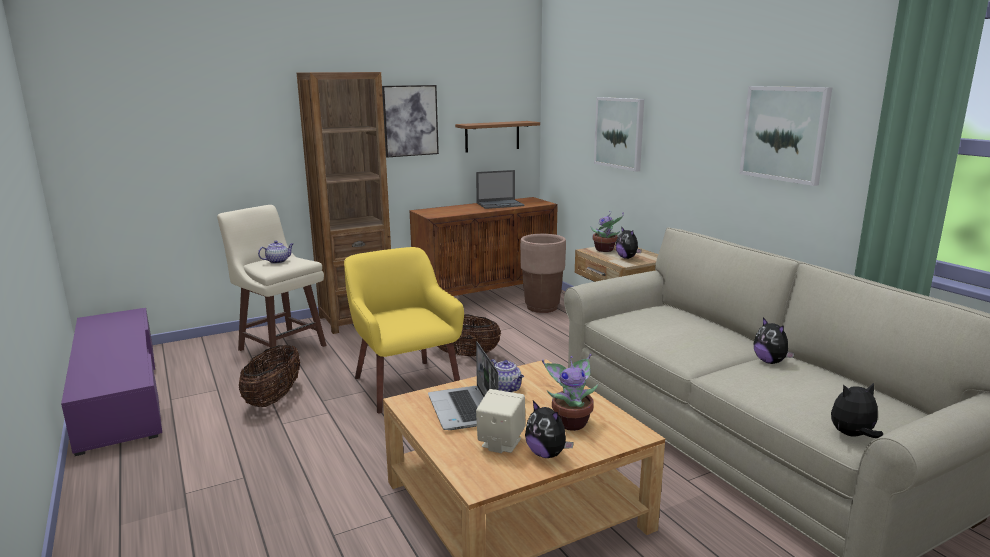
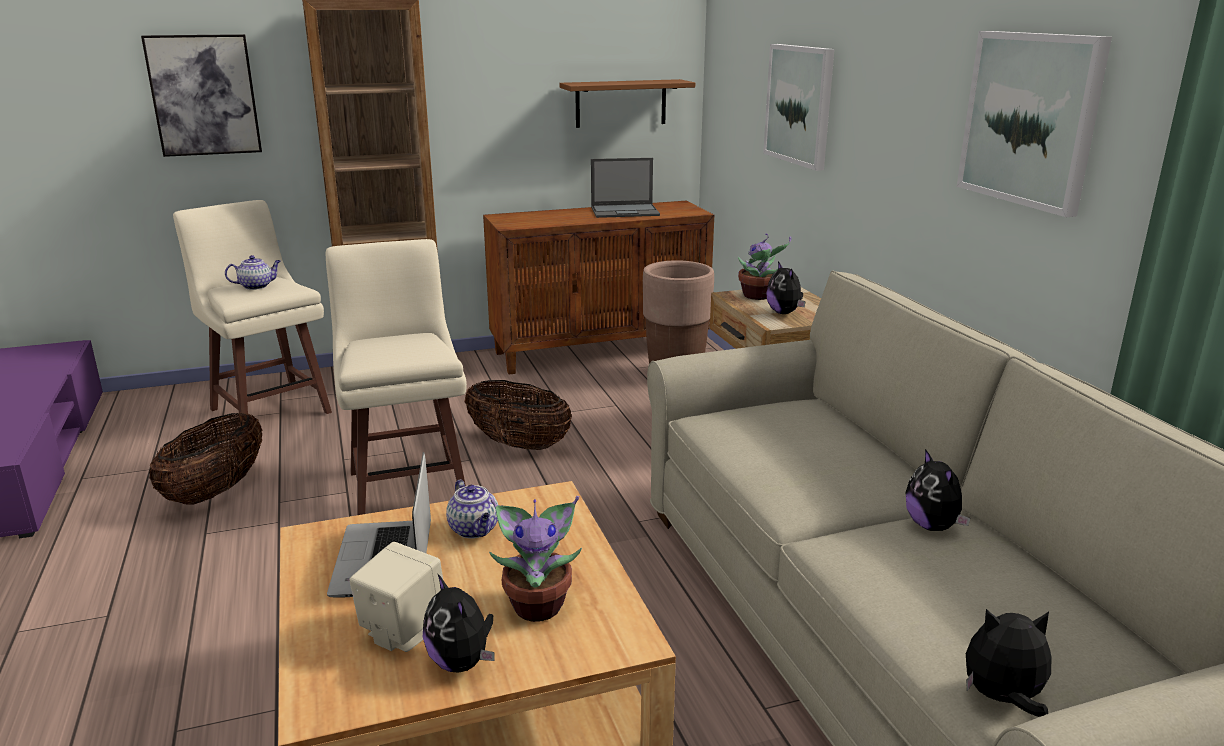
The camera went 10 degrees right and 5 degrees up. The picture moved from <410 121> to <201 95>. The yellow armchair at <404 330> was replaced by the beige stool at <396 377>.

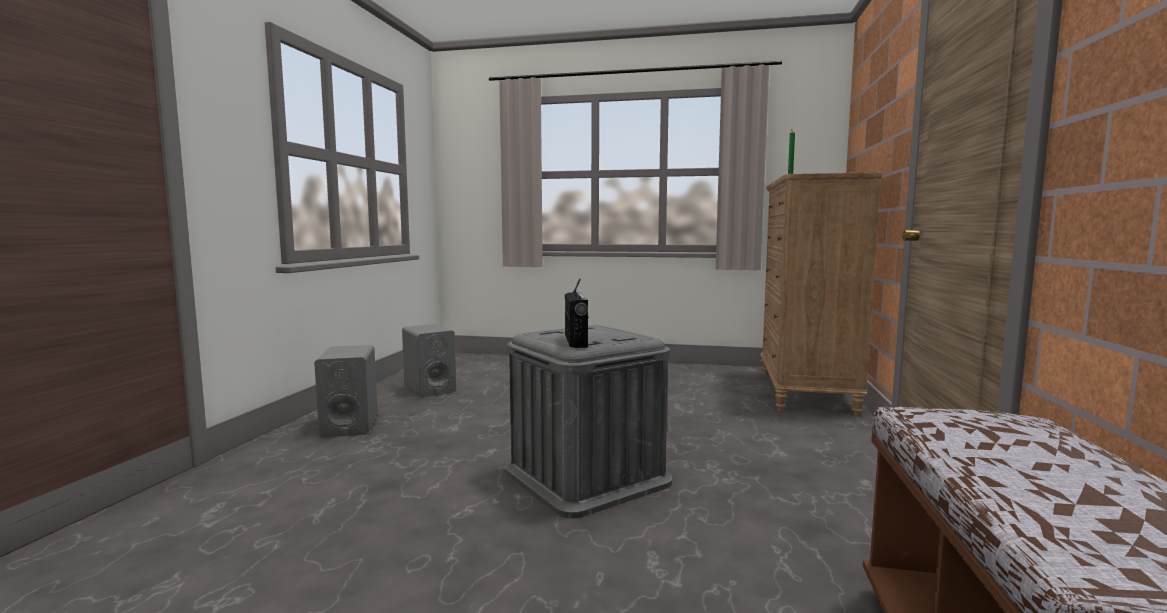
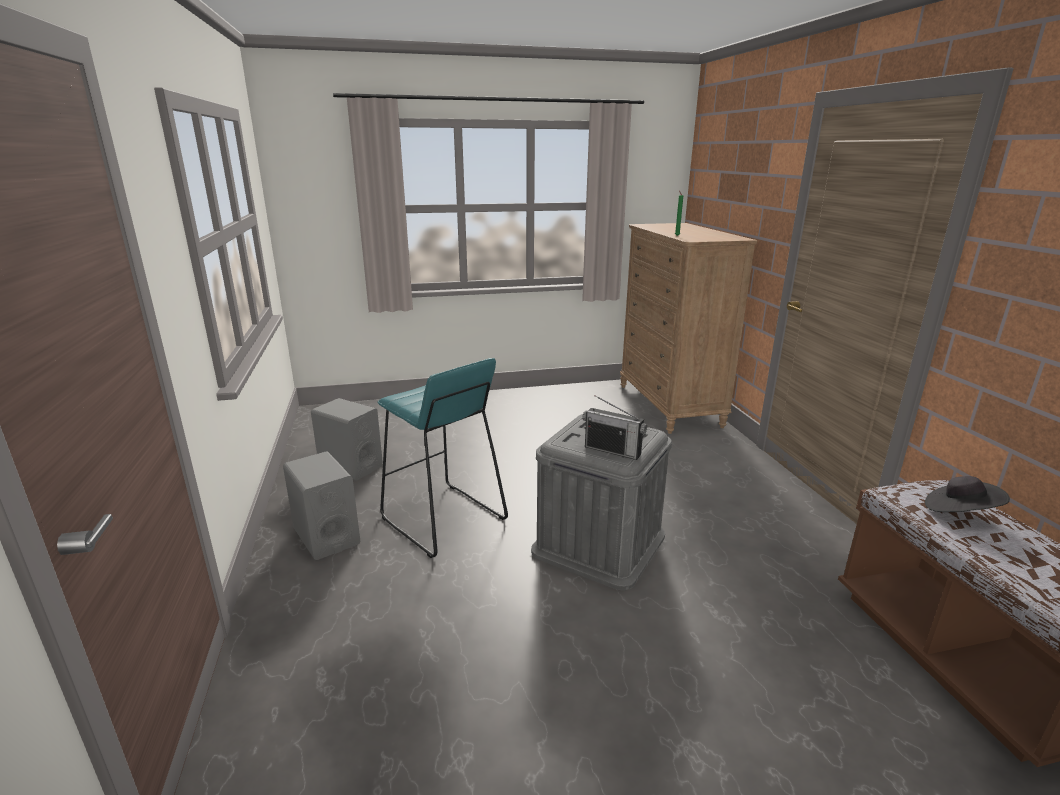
The camera went 25 degrees left and 15 degrees up. The radio at <577 313> turned 150 degrees clockwise. The turquoise stool at <442 458> appeared. The black hat at <967 494> appeared.

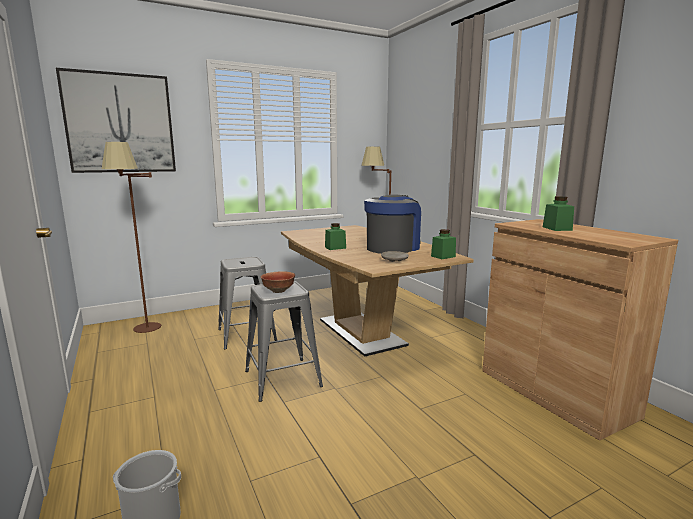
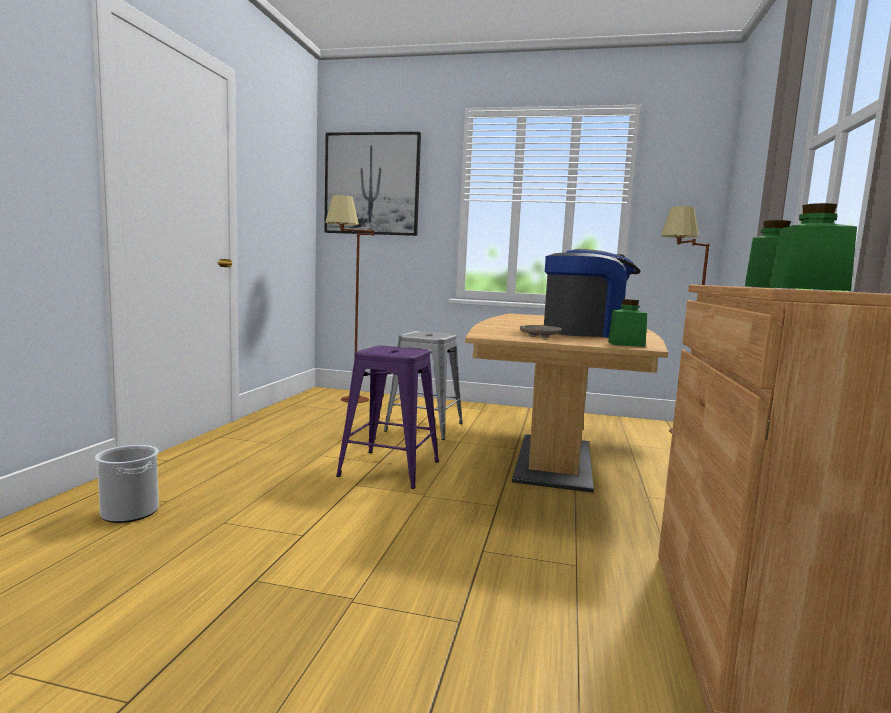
The camera went 40 degrees right and 5 degrees down. The green jar moved from <335 236> to <813 247>. The bowl at <278 282> disappeared. The grey stool at <284 341> became the purple stool at <387 417>.

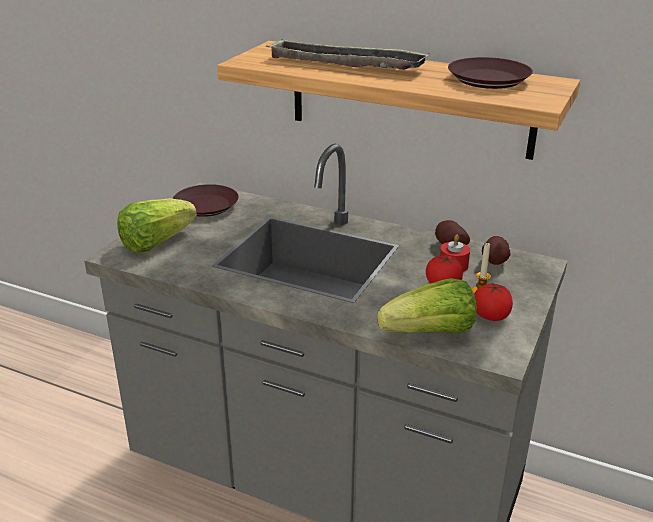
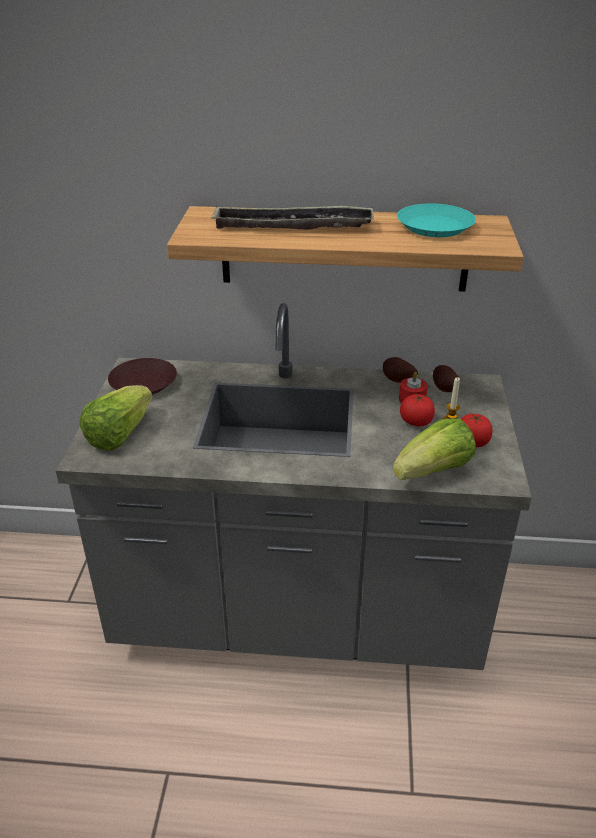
The camera went 20 degrees left and 5 degrees up. The brown plate at <490 73> became the turquoise plate at <436 220>.

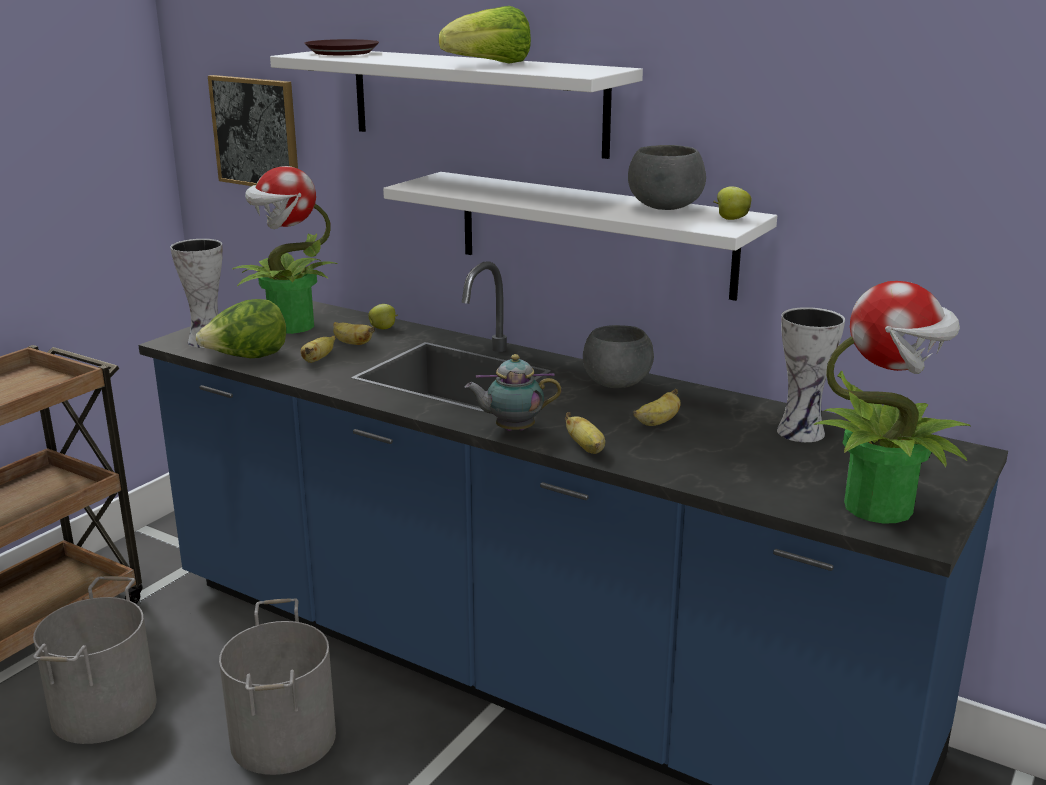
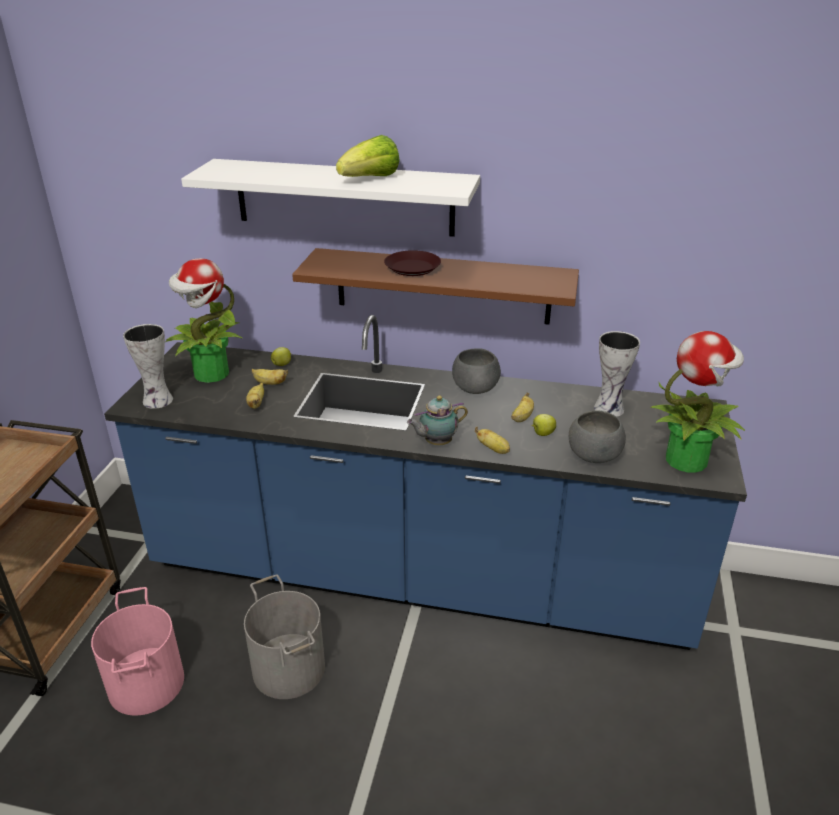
The camera went 20 degrees left and 10 degrees up. The brown plate moved from <341 47> to <412 263>. The picture at <253 130> disappeared. The grey bowl moved from <667 177> to <597 436>. The white shelf at <580 236> became the brown shelf at <435 286>. The apple moved from <732 203> to <543 425>. The lettuce at <241 328> disappeared. The grey bucket at <95 660> became the pink bucket at <137 651>.

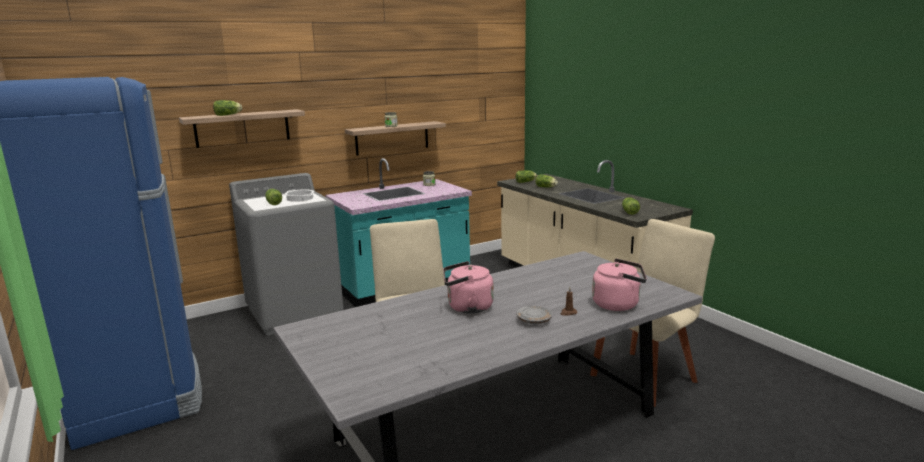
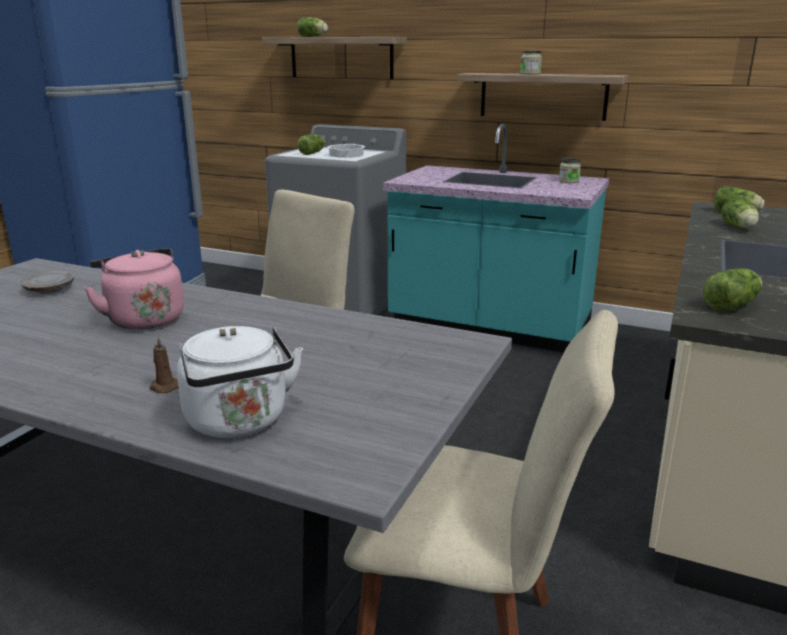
The camera went 55 degrees right and 5 degrees up. The pink kettle at <619 285> became the white kettle at <240 382>. The grey plate moved from <534 315> to <47 282>.

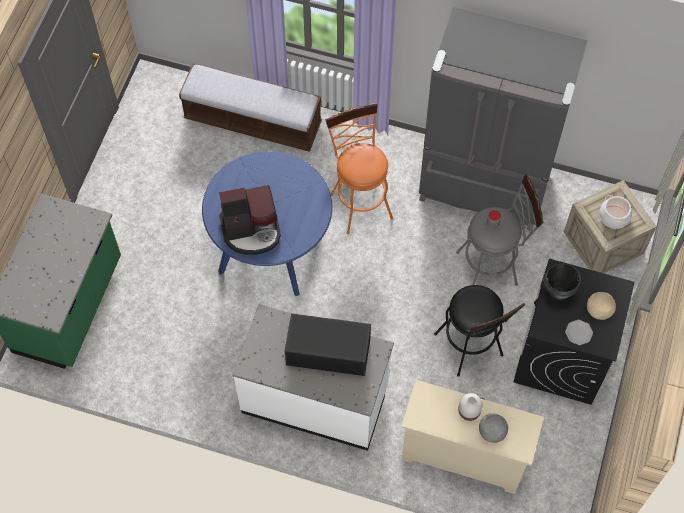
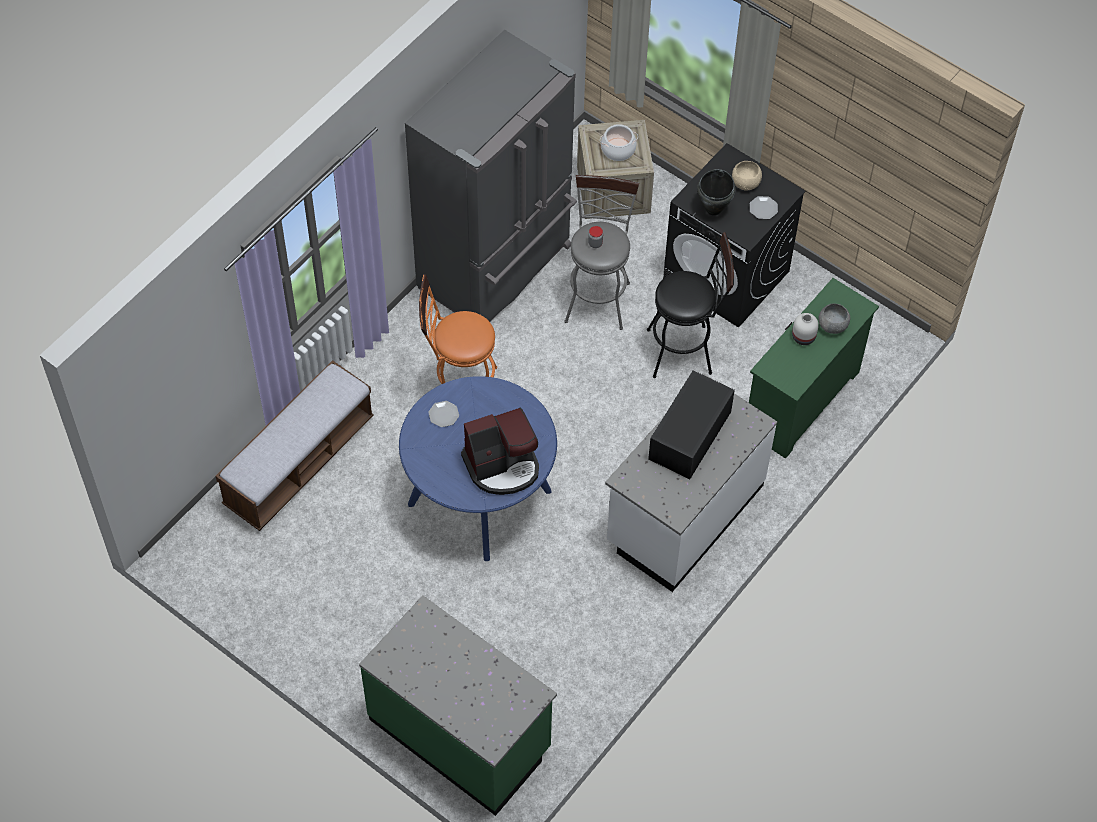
The camera went 70 degrees left and 5 degrees down. The coffee machine at <250 220> turned 60 degrees clockwise. The beige dresser at <472 437> became the green dresser at <814 368>. The plate at <443 414> appeared.

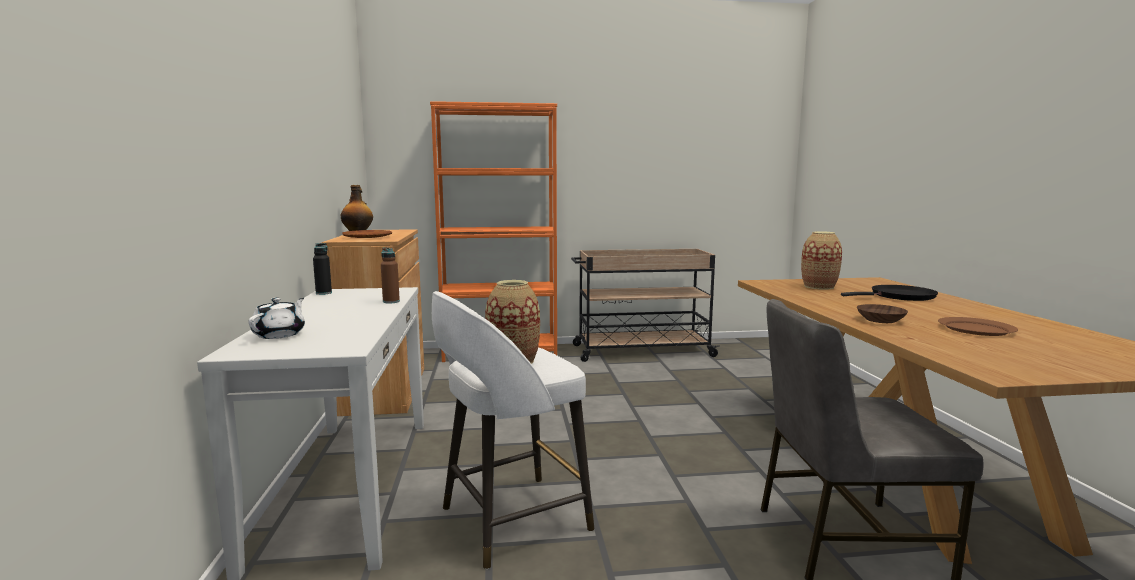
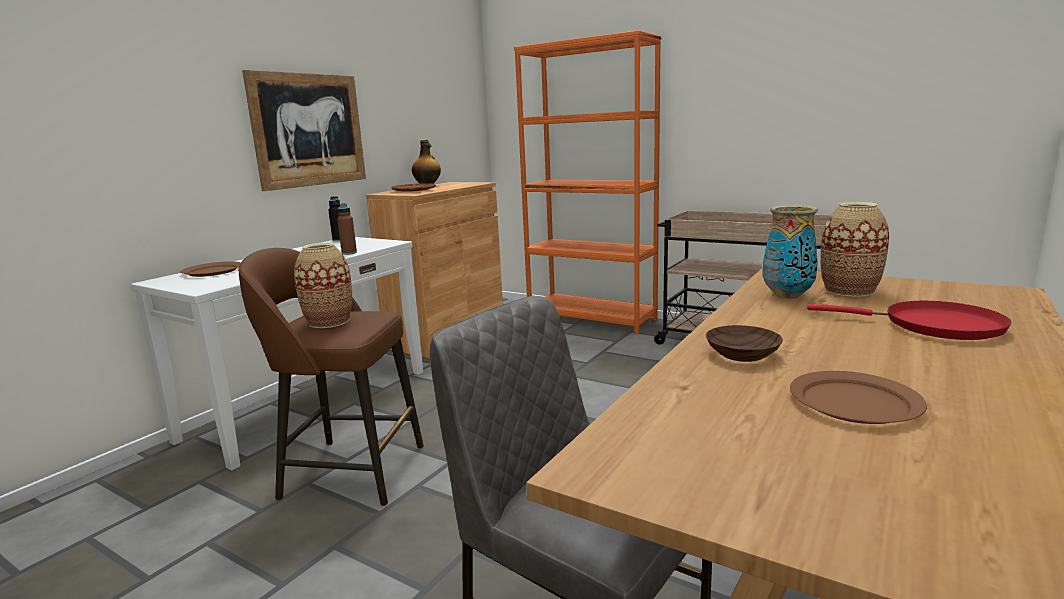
The camera went 40 degrees right and 5 degrees up. The black frying pan at <889 293> became the red frying pan at <909 320>. The white stool at <513 430> became the brown stool at <331 377>. The white teapot at <276 318> was replaced by the brown plate at <211 269>. The picture at <304 130> appeared. The vase at <790 252> appeared.

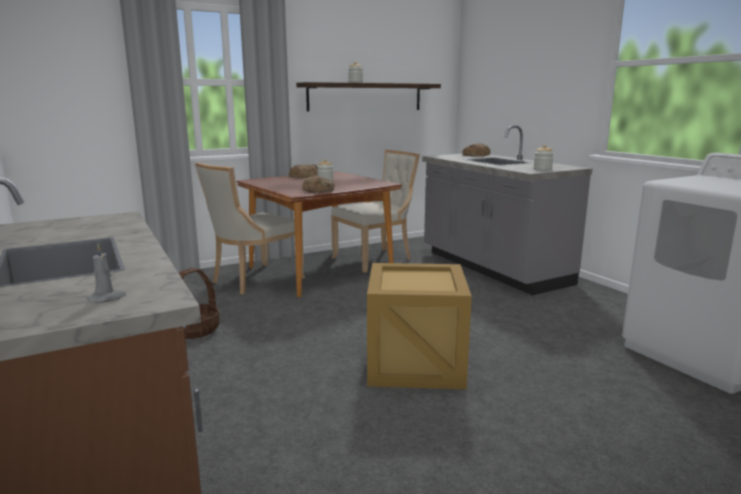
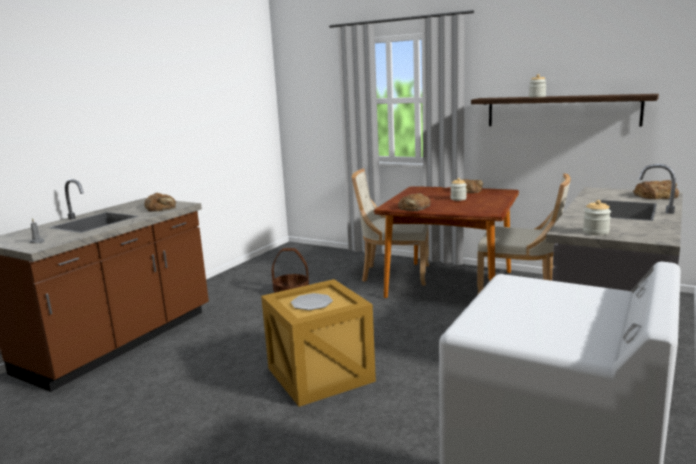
The camera went 60 degrees right and 0 degrees up. The bread at <160 202> appeared. The plate at <312 301> appeared.

